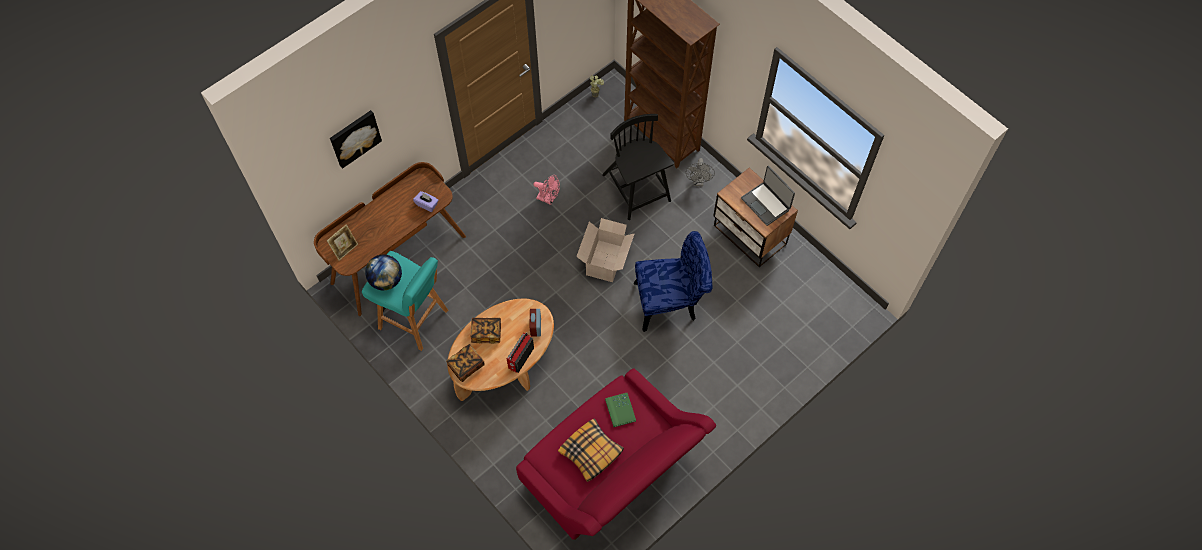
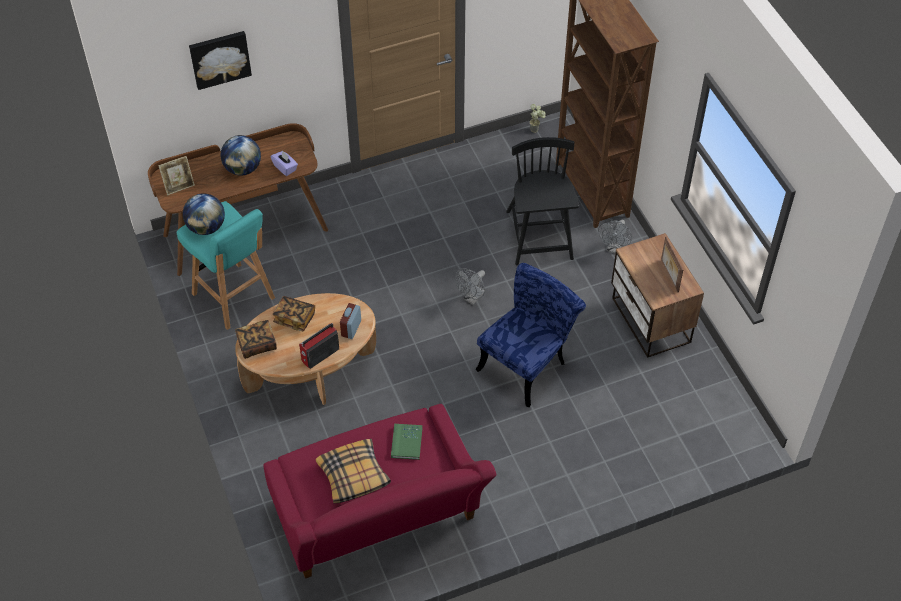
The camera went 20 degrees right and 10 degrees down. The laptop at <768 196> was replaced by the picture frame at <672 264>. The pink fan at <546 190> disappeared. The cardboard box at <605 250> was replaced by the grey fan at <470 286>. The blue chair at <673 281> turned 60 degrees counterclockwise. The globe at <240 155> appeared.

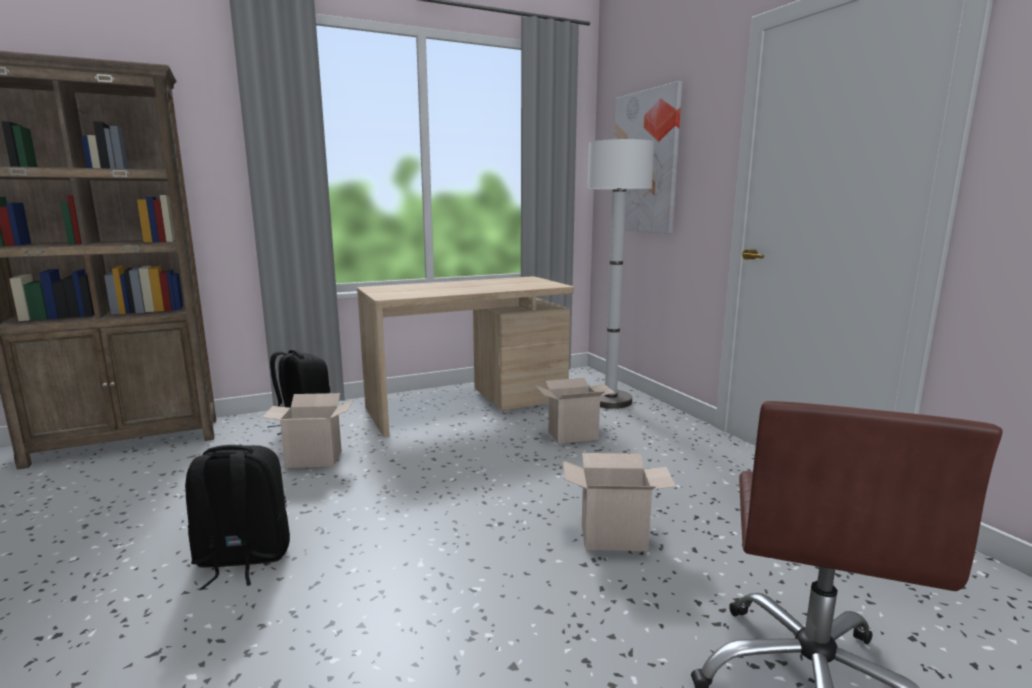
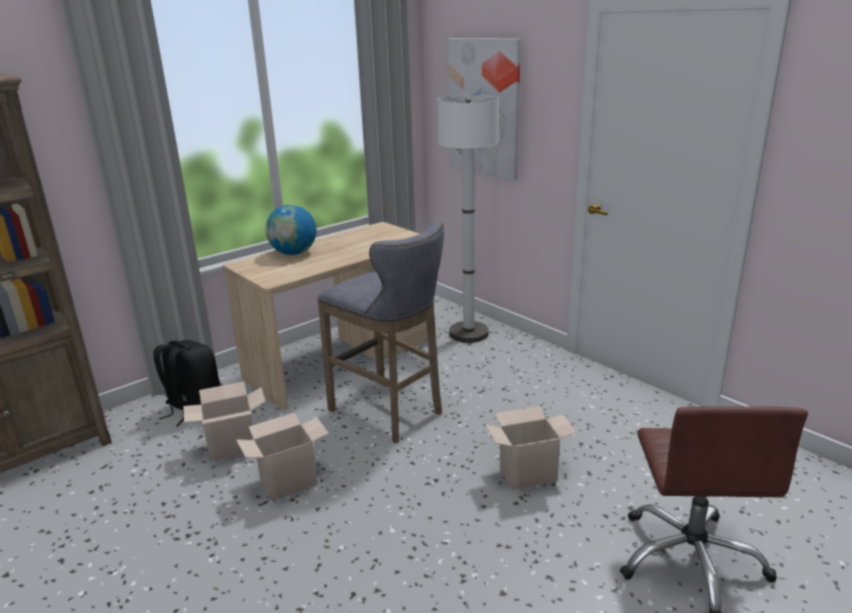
The camera went 15 degrees left and 10 degrees up. The cardboard box moved from <575 411> to <282 456>. The black backpack at <237 517> disappeared. The globe at <290 230> appeared. The grey stool at <380 331> appeared.

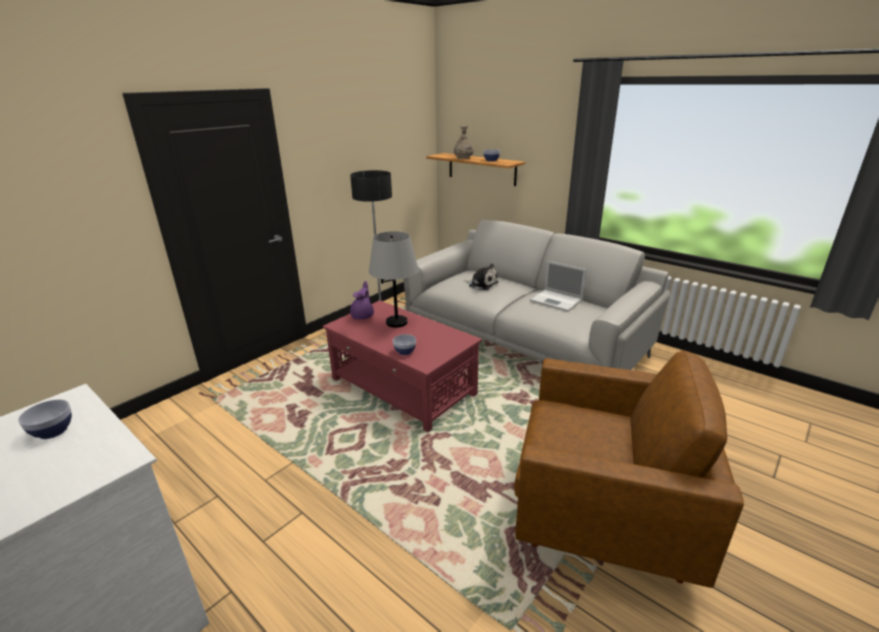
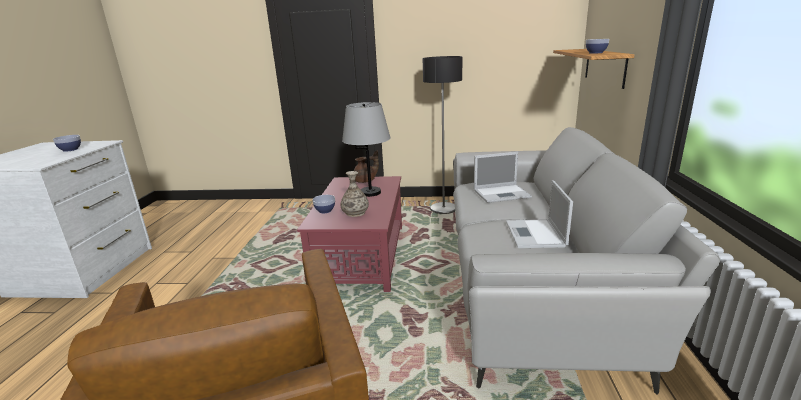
The camera went 55 degrees right and 5 degrees down. The vase moved from <463 142> to <354 194>. The plush toy at <480 276> was replaced by the laptop at <503 177>. The purple teapot at <362 300> became the brown teapot at <366 167>.

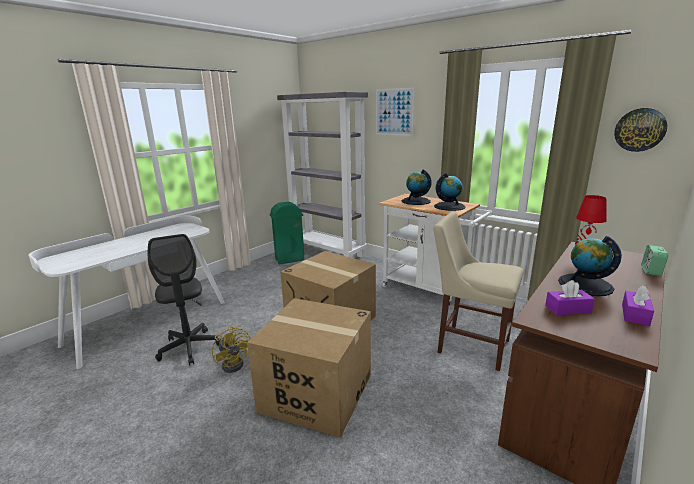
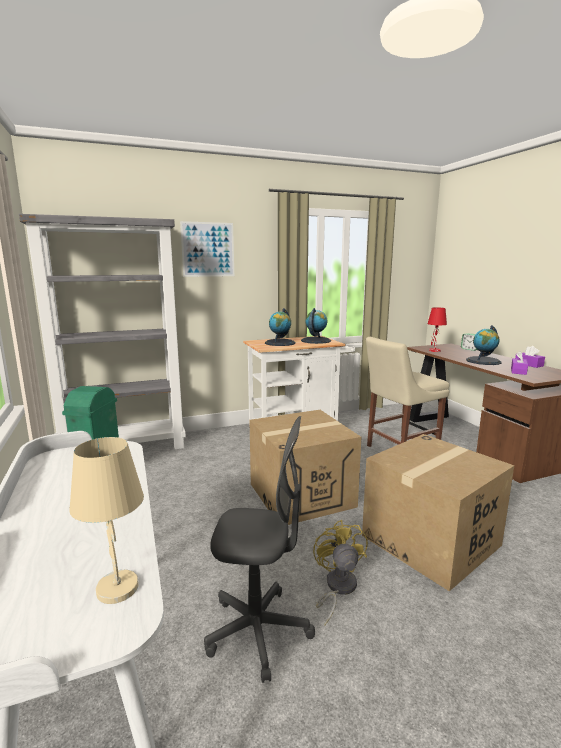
The camera went 60 degrees left and 5 degrees down. The wall clock at <640 130> disappeared. The yellow fan at <231 349> turned 90 degrees counterclockwise. The beige table lamp at <106 520> appeared.

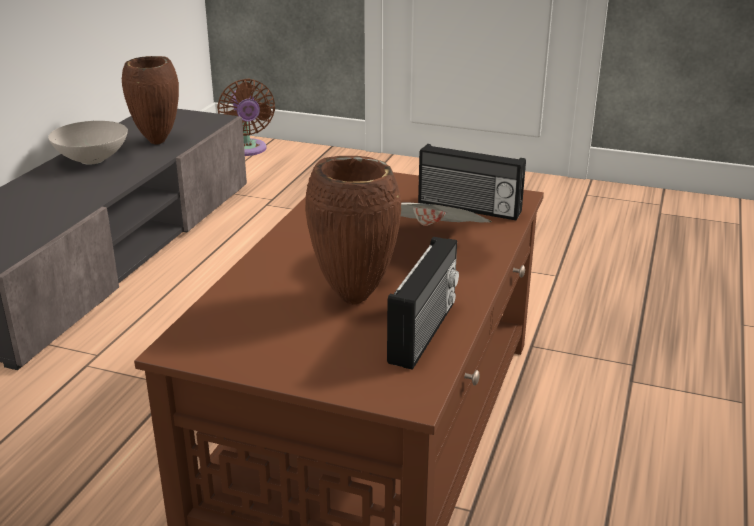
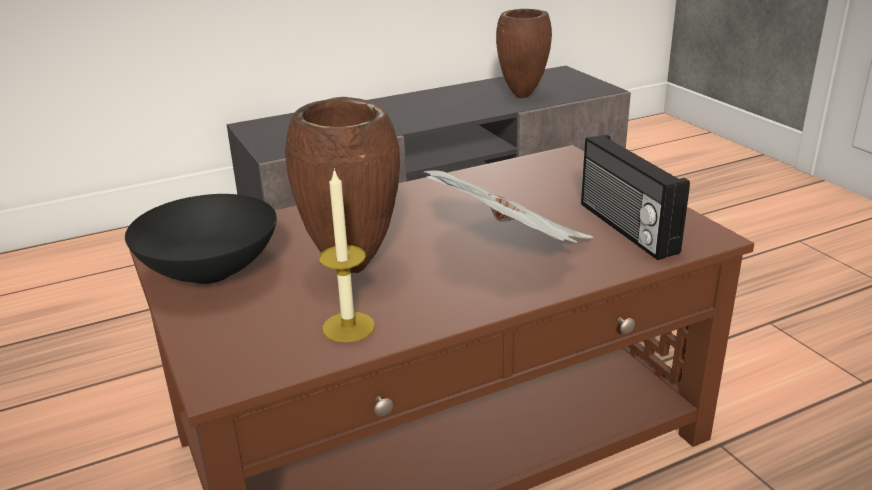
The camera went 45 degrees right and 0 degrees up. The brown fan at <246 117> disappeared. The white bowl at <88 143> disappeared. The radio at <423 303> was replaced by the candle at <347 255>. The black bowl at <201 239> appeared.

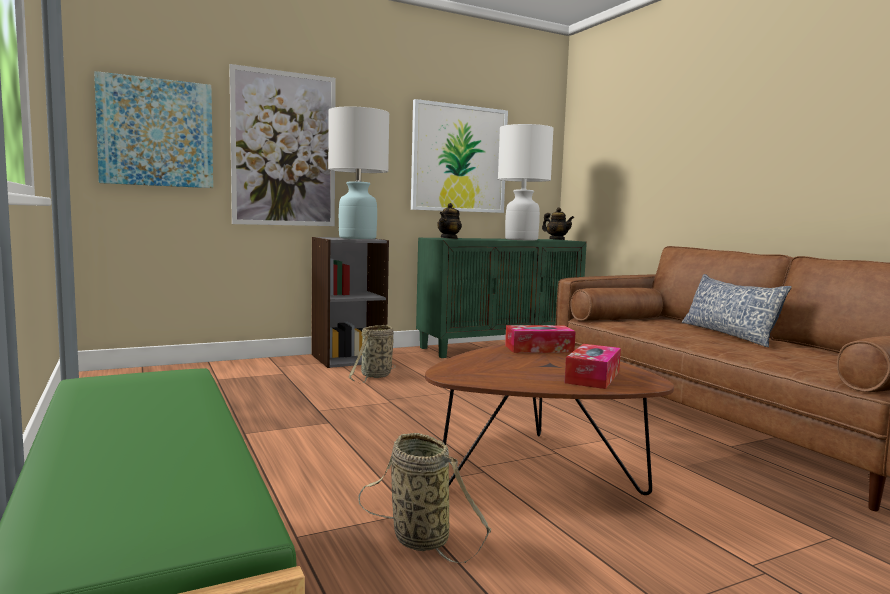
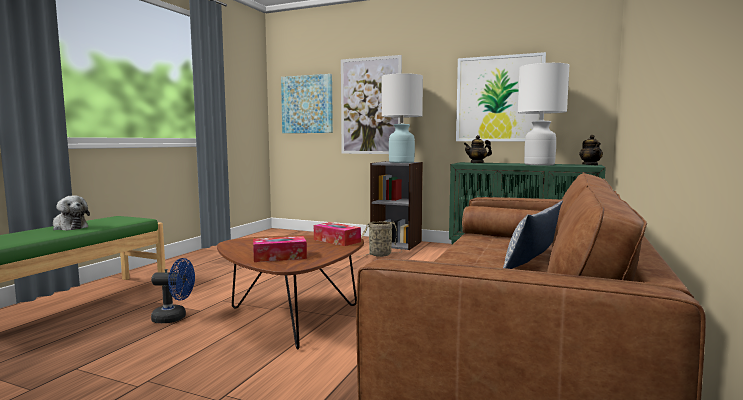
The camera went 50 degrees right and 0 degrees up. The basket at <425 498> was replaced by the blue fan at <173 290>. The plush toy at <71 213> appeared.

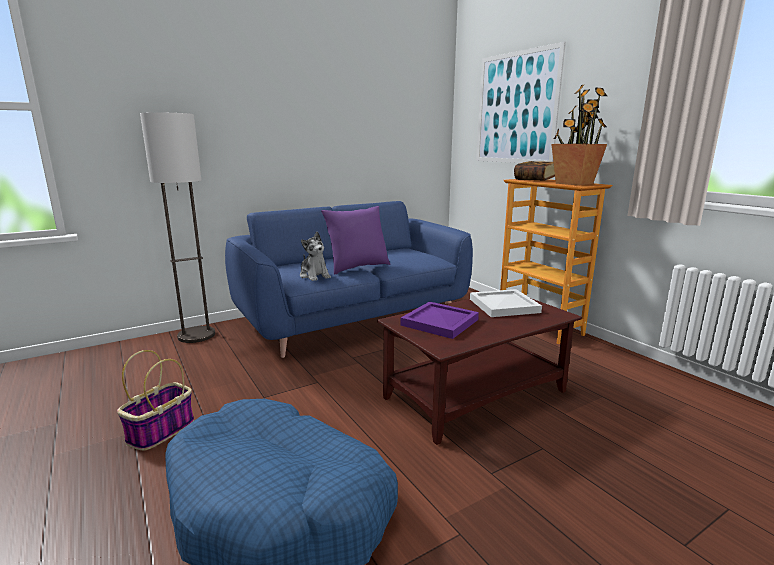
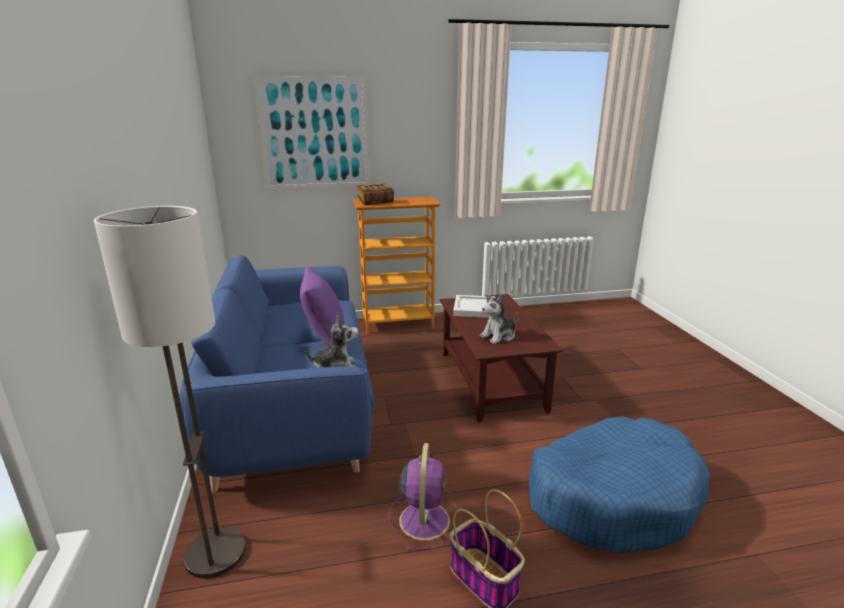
The camera went 70 degrees left and 5 degrees up. The potted plant at <579 135> disappeared. The purple tray at <440 320> was replaced by the plush toy at <499 319>. The purple fan at <424 497> appeared.

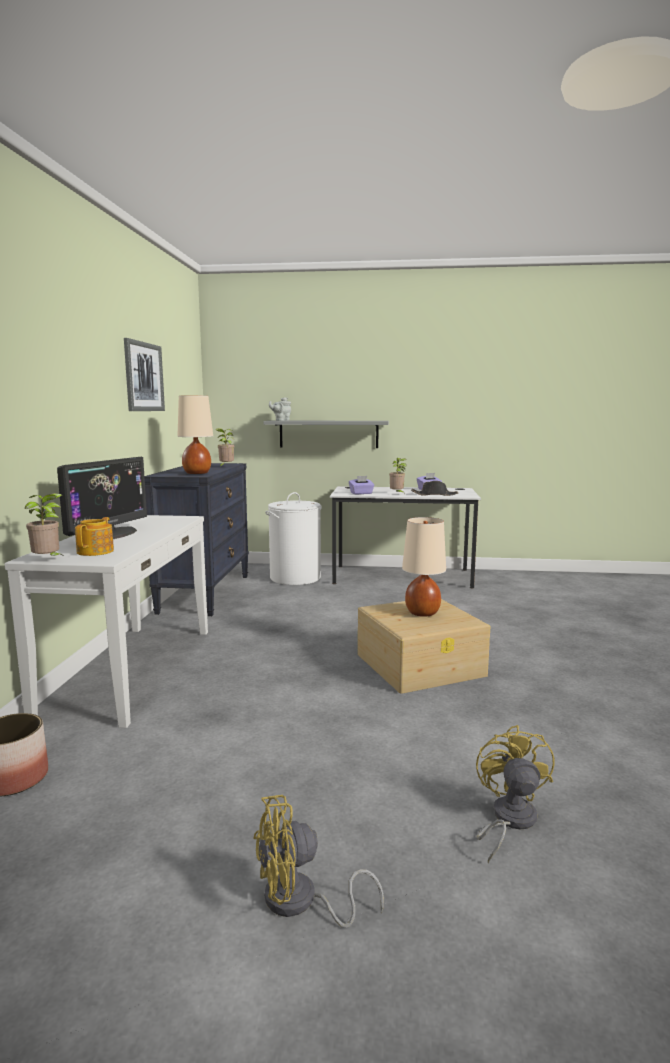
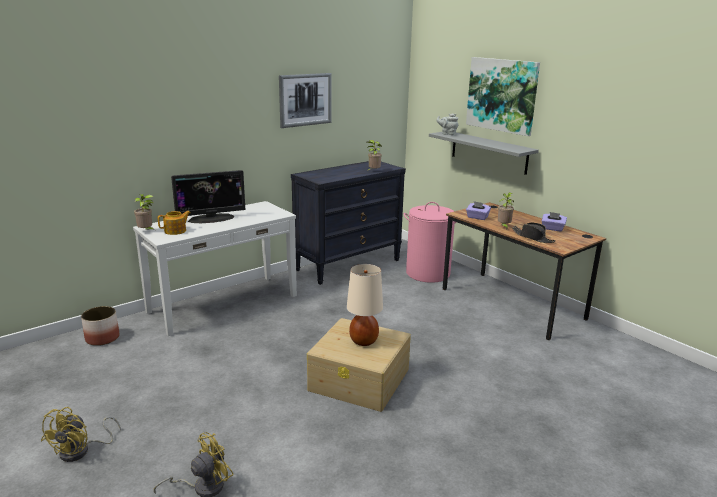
The camera went 45 degrees right and 10 degrees up. The beige table lamp at <195 435> disappeared. The white desk at <405 537> became the brown desk at <524 271>. The white laundry basket at <293 538> became the pink laundry basket at <430 242>. The yellow fan at <318 861> turned 105 degrees counterclockwise. The picture at <503 96> appeared.

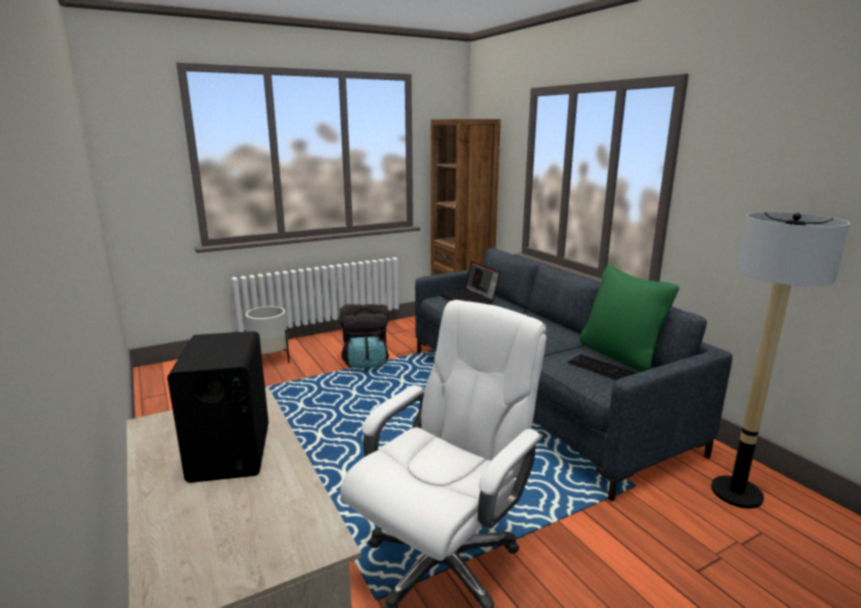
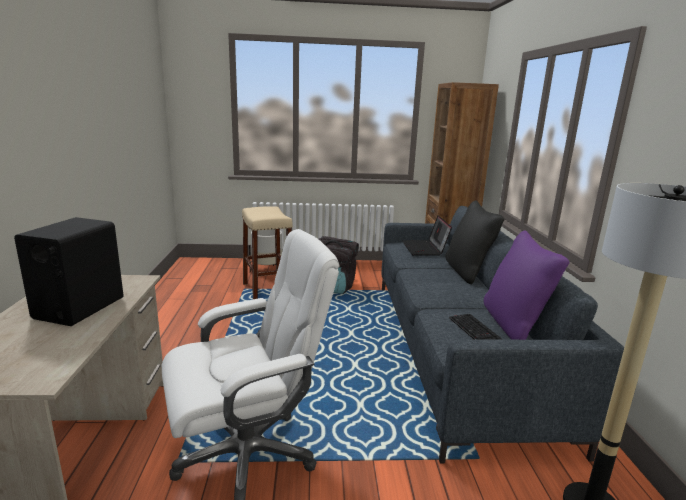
The camera went 25 degrees right and 0 degrees up. The green pillow at <629 318> became the purple pillow at <526 285>. The black pillow at <475 242> appeared. The beige stool at <267 252> appeared.

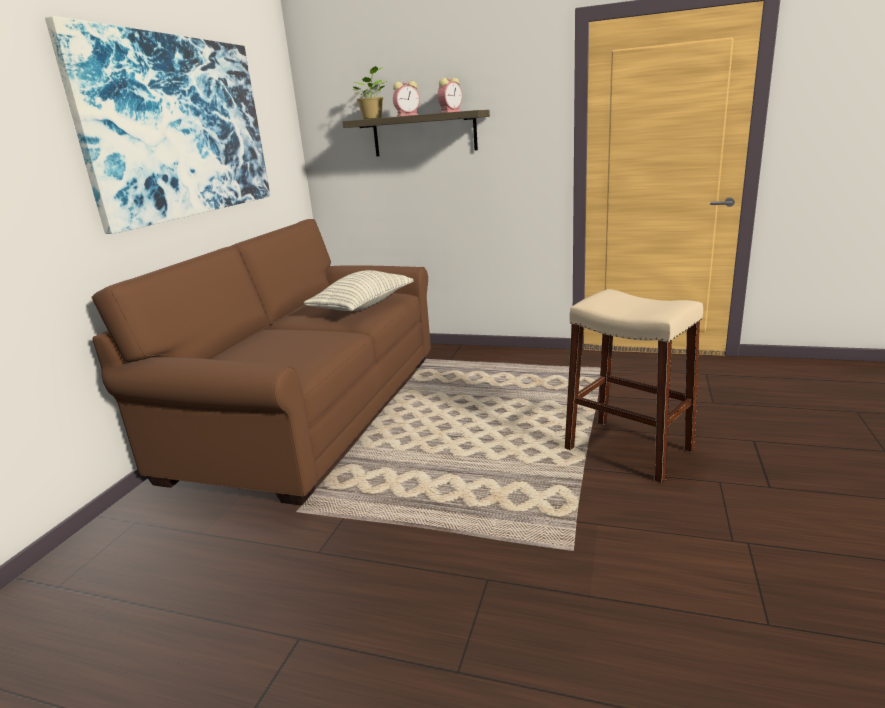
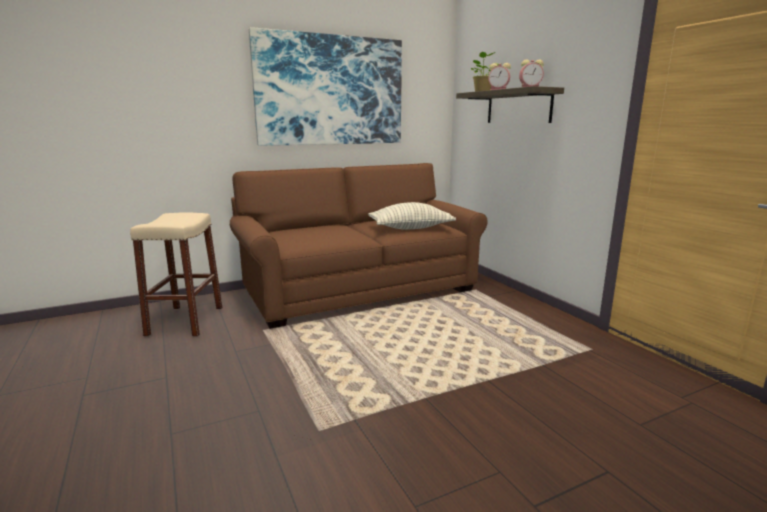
The camera went 45 degrees right and 5 degrees down. The beige stool moved from <634 386> to <176 275>.

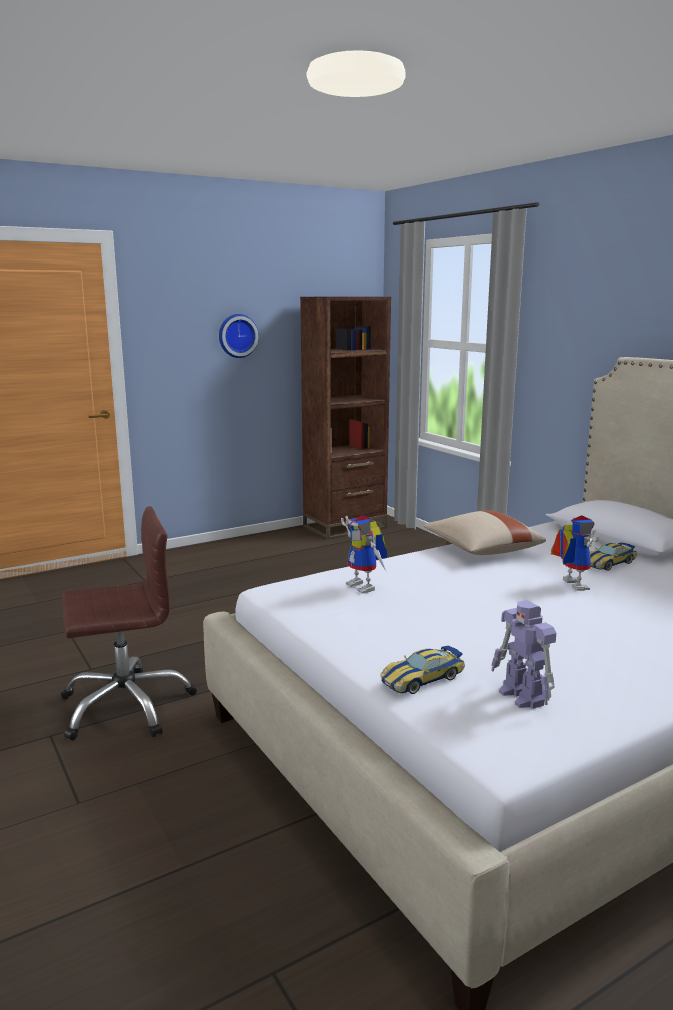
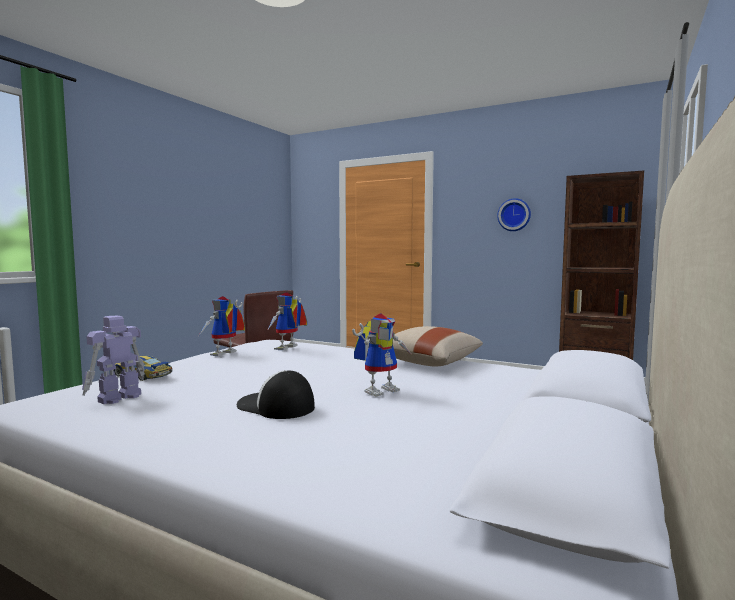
The camera went 60 degrees right and 10 degrees down. The toy car at <613 557> disappeared. The toy robot at <222 326> appeared. The cap at <276 394> appeared.

